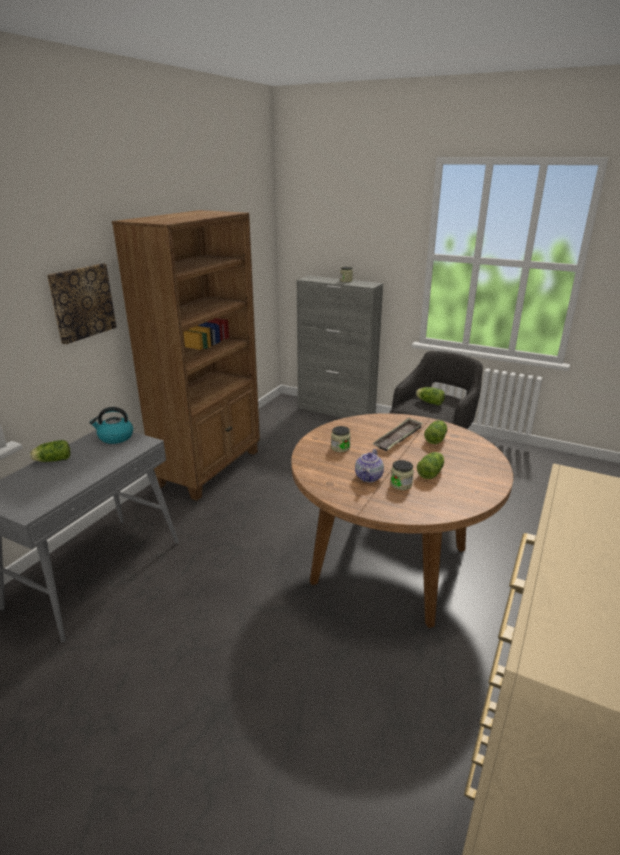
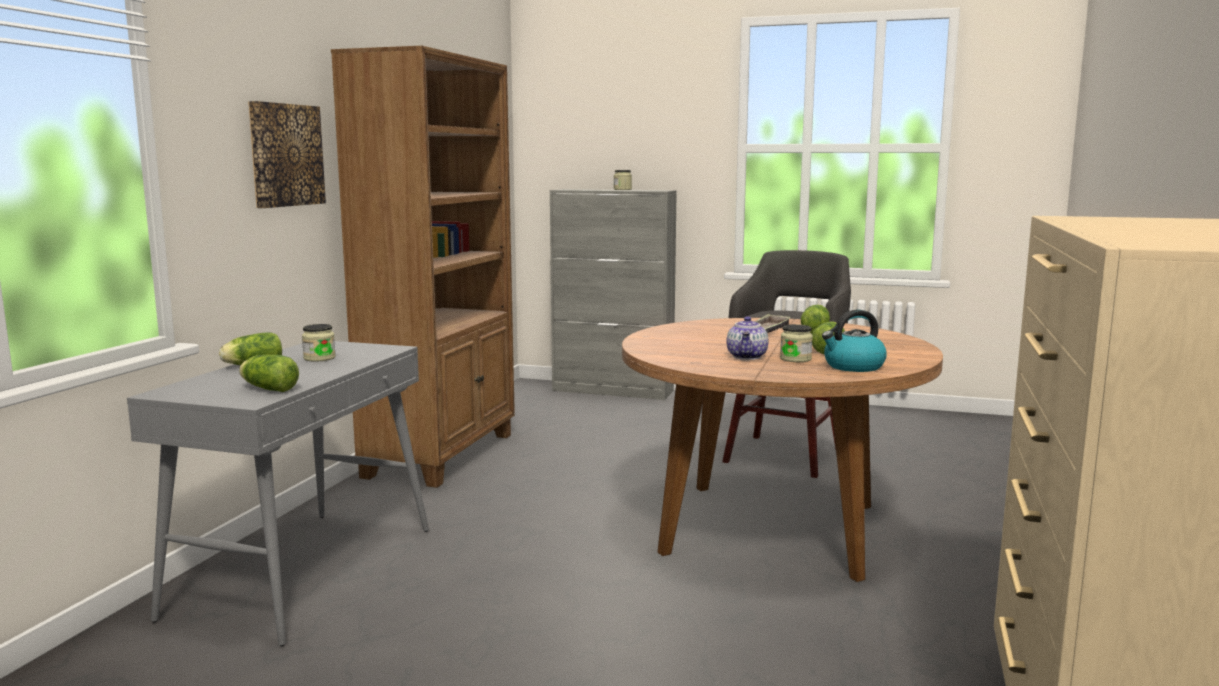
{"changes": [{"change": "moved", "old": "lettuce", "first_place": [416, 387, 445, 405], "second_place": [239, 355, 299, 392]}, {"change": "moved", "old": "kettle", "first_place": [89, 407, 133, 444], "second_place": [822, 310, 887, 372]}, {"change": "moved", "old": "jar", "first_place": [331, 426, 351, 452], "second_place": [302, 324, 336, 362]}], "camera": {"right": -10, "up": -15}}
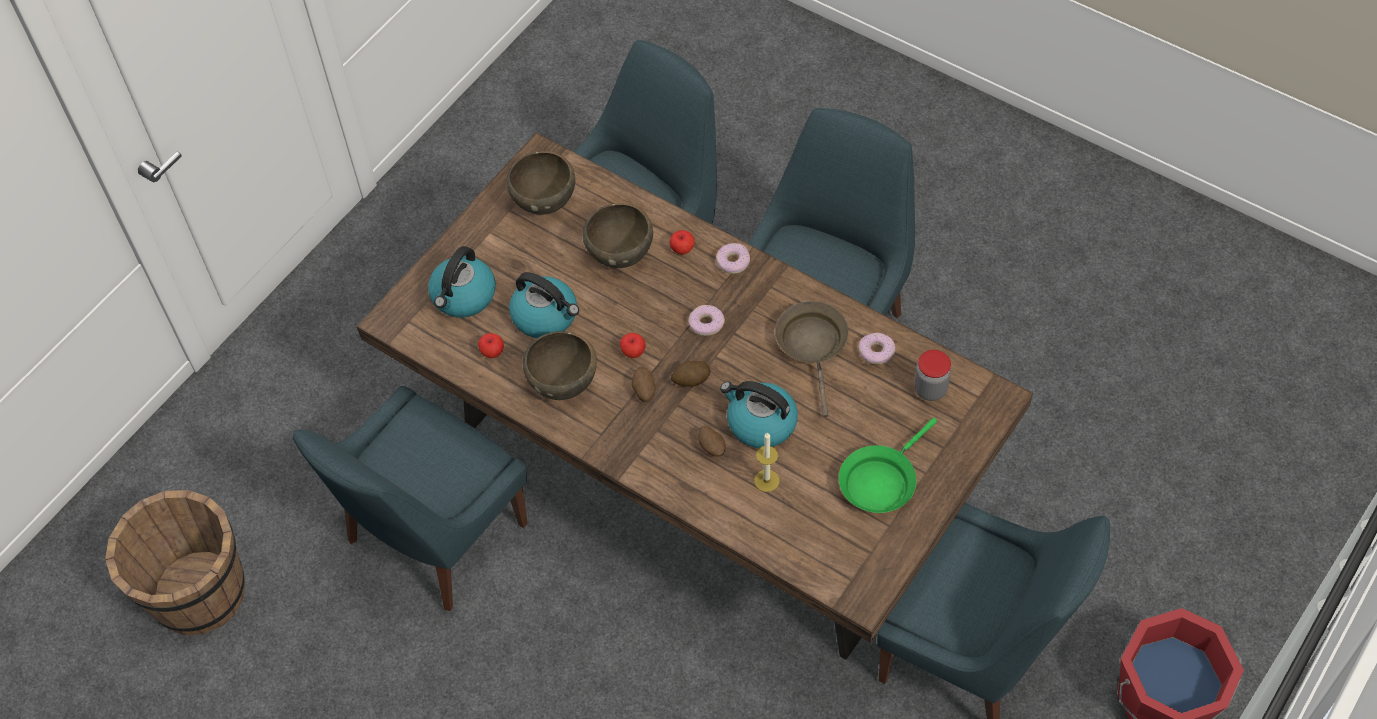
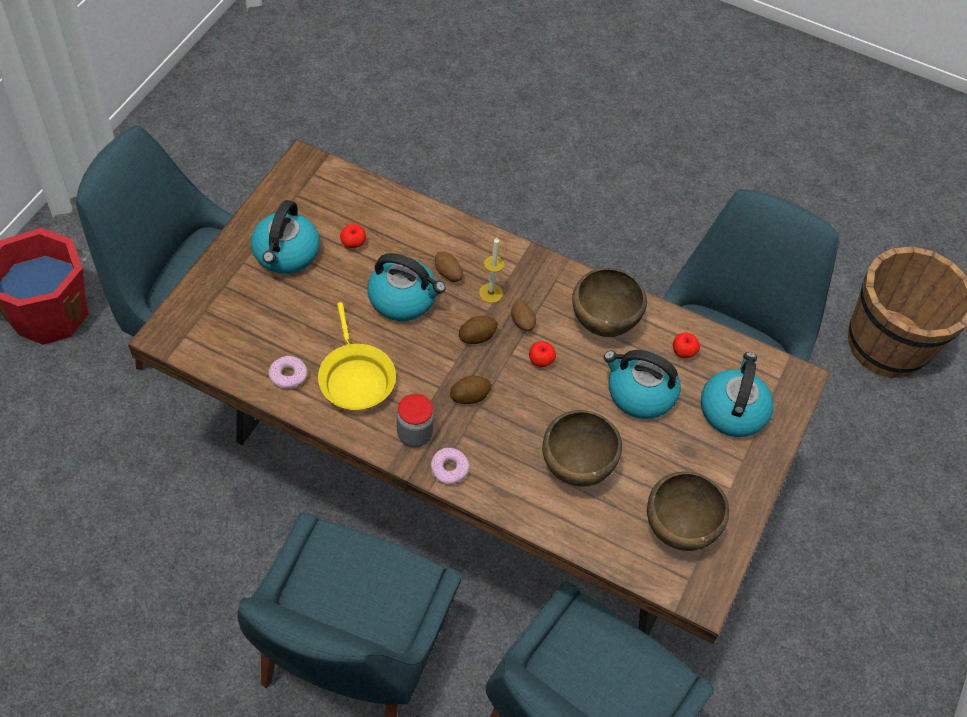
{"changes": [{"change": "moved", "old": "apple", "first_place": [670, 230, 695, 254], "second_place": [340, 224, 366, 248]}, {"change": "recoloured", "old": "frying pan in brown", "new": "frying pan in yellow", "first_place": [775, 301, 849, 417], "second_place": [318, 302, 396, 410]}, {"change": "replaced", "old": "donut", "new": "potato", "first_place": [688, 305, 725, 336], "second_place": [450, 376, 492, 404]}, {"change": "moved", "old": "jar", "first_place": [914, 350, 951, 401], "second_place": [397, 394, 434, 447]}, {"change": "replaced", "old": "frying pan in green", "new": "kettle", "first_place": [839, 418, 937, 513], "second_place": [251, 200, 320, 274]}, {"change": "moved", "old": "candle", "first_place": [754, 432, 780, 492], "second_place": [479, 237, 505, 303]}], "camera": {"right": 165, "up": 0}}
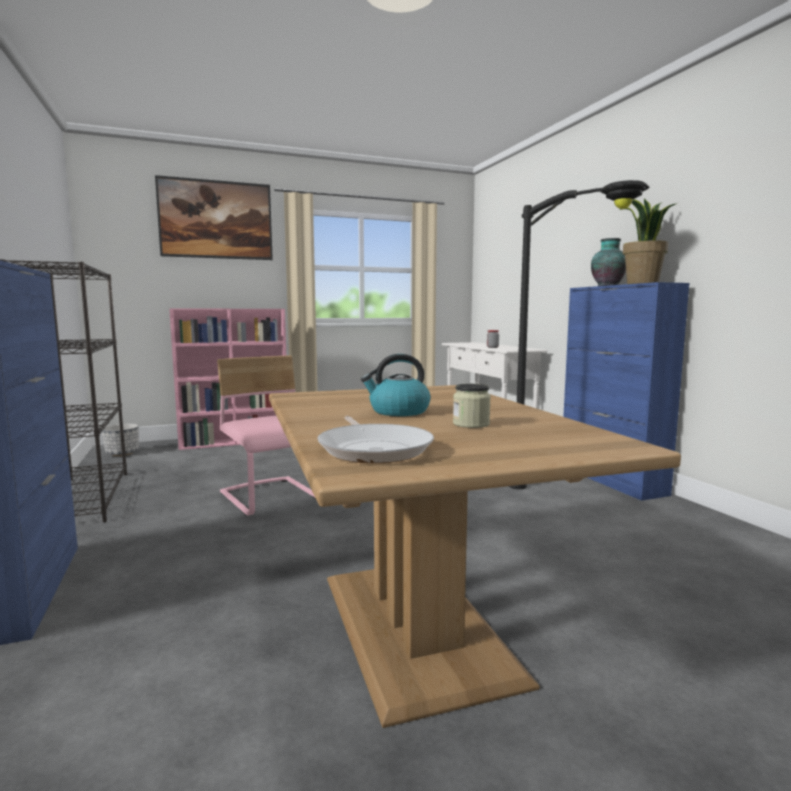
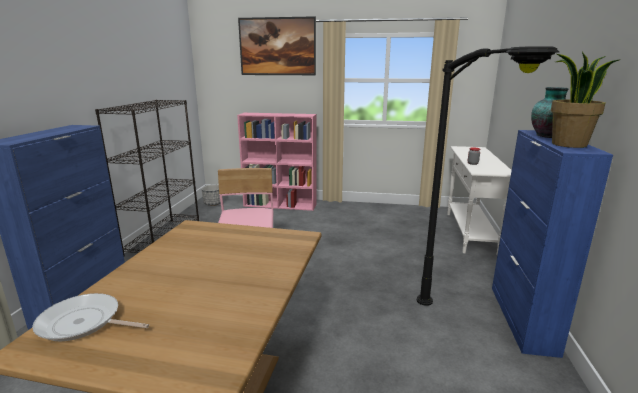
{"changes": [{"change": "removed", "old": "kettle", "first_place": [361, 354, 431, 416]}, {"change": "removed", "old": "jar", "first_place": [453, 384, 491, 428]}, {"change": "turned", "old": "frying pan", "first_place": [317, 416, 434, 463], "second_place": [32, 293, 149, 341], "degrees": 90}], "camera": {"right": 30, "up": 10}}
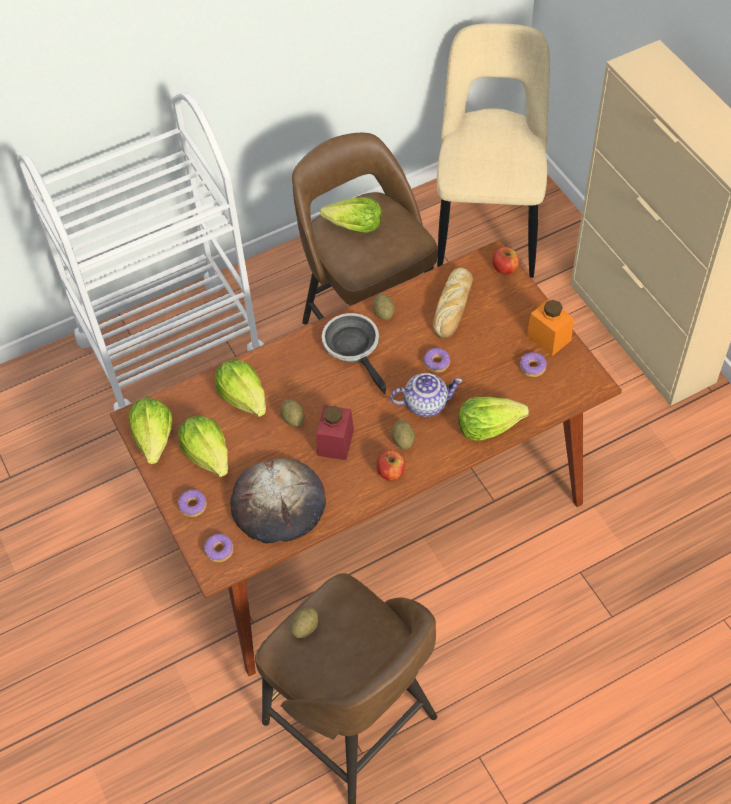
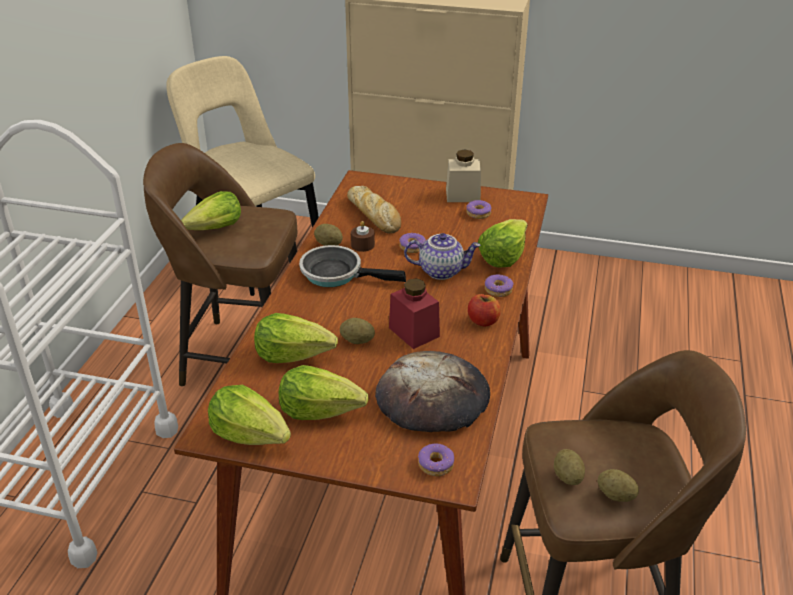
{"changes": [{"change": "removed", "old": "apple", "first_place": [492, 247, 519, 275]}, {"change": "recoloured", "old": "jar in orange", "new": "jar in beige", "first_place": [526, 299, 573, 356], "second_place": [446, 150, 481, 202]}, {"change": "turned", "old": "teapot", "first_place": [390, 373, 463, 417], "second_place": [404, 233, 481, 280], "degrees": 60}, {"change": "moved", "old": "potato", "first_place": [391, 420, 415, 449], "second_place": [597, 469, 639, 502]}, {"change": "moved", "old": "donut", "first_place": [178, 489, 207, 517], "second_place": [485, 274, 514, 297]}, {"change": "added", "new": "candle in brown", "second_place": [351, 221, 375, 252]}], "camera": {"right": -50, "up": -20}}
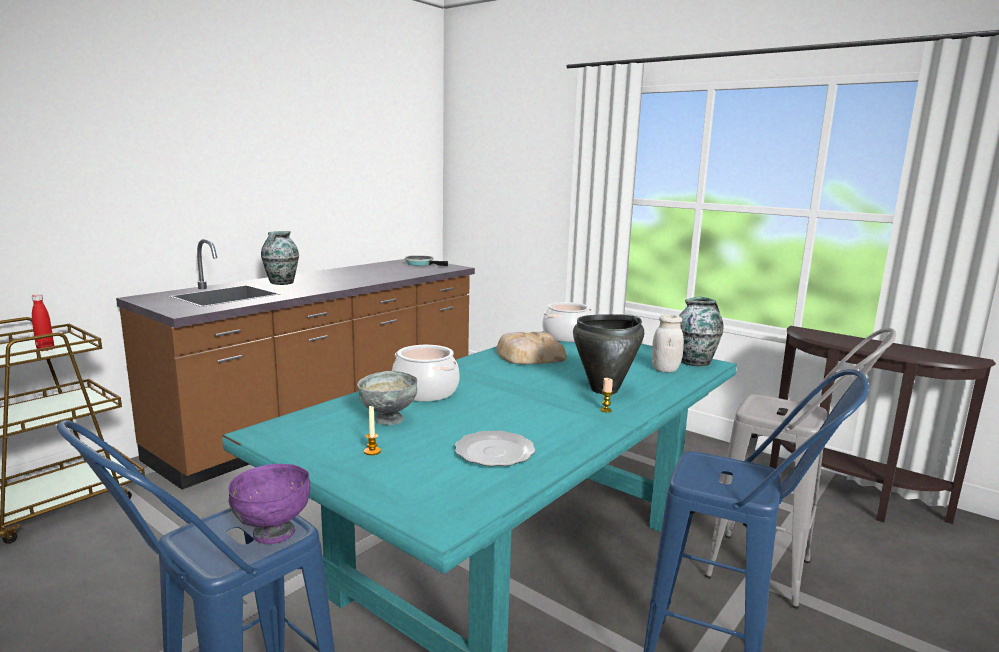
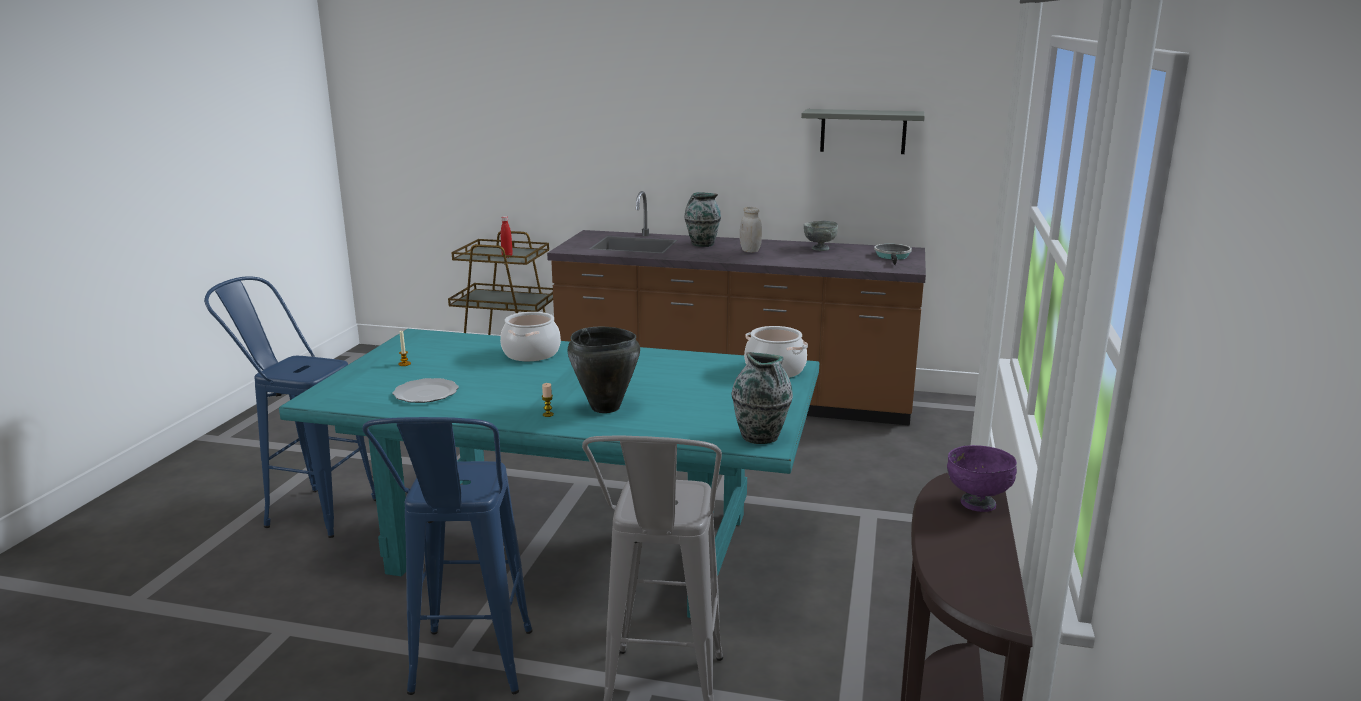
{"changes": [{"change": "moved", "old": "jar in white", "first_place": [652, 315, 684, 372], "second_place": [740, 207, 762, 252]}, {"change": "removed", "old": "bread", "first_place": [497, 332, 567, 364]}, {"change": "moved", "old": "bowl in grey", "first_place": [357, 371, 417, 425], "second_place": [804, 221, 838, 251]}, {"change": "moved", "old": "bowl in purple", "first_place": [228, 464, 310, 544], "second_place": [947, 445, 1017, 512]}, {"change": "added", "new": "shelf in grey", "second_place": [801, 109, 925, 154]}], "camera": {"right": 65, "up": 5}}
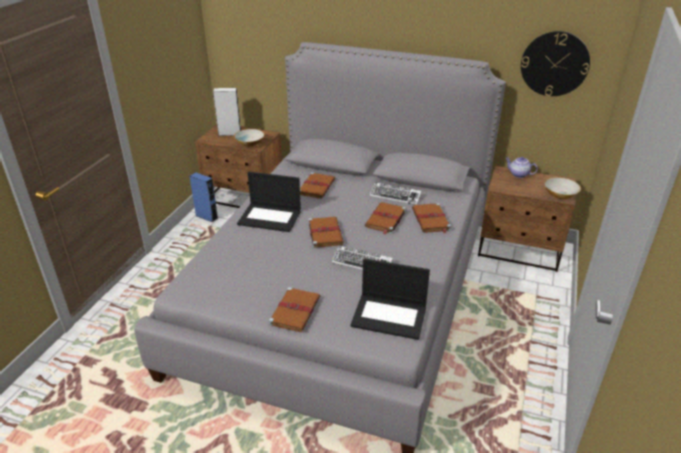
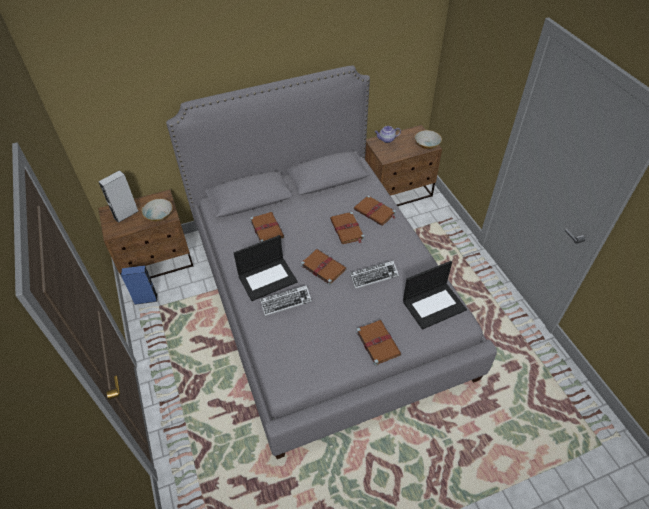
{"changes": [{"change": "removed", "old": "wall clock", "first_place": [521, 31, 590, 96]}, {"change": "moved", "old": "keyboard", "first_place": [370, 182, 421, 205], "second_place": [260, 285, 312, 316]}], "camera": {"right": -40, "up": 15}}
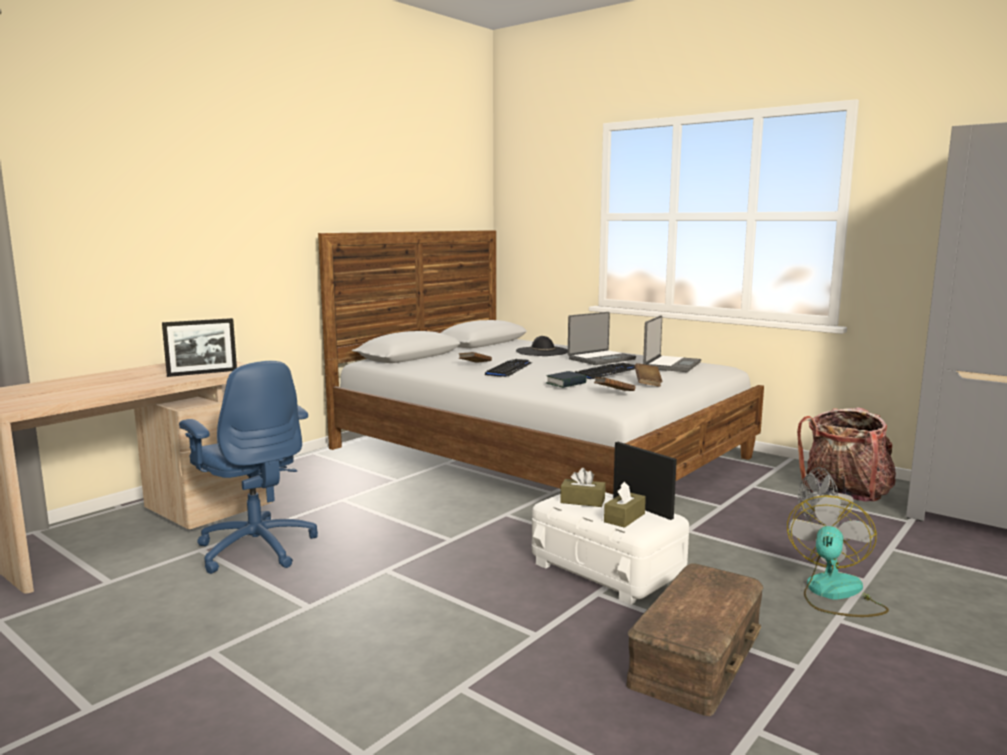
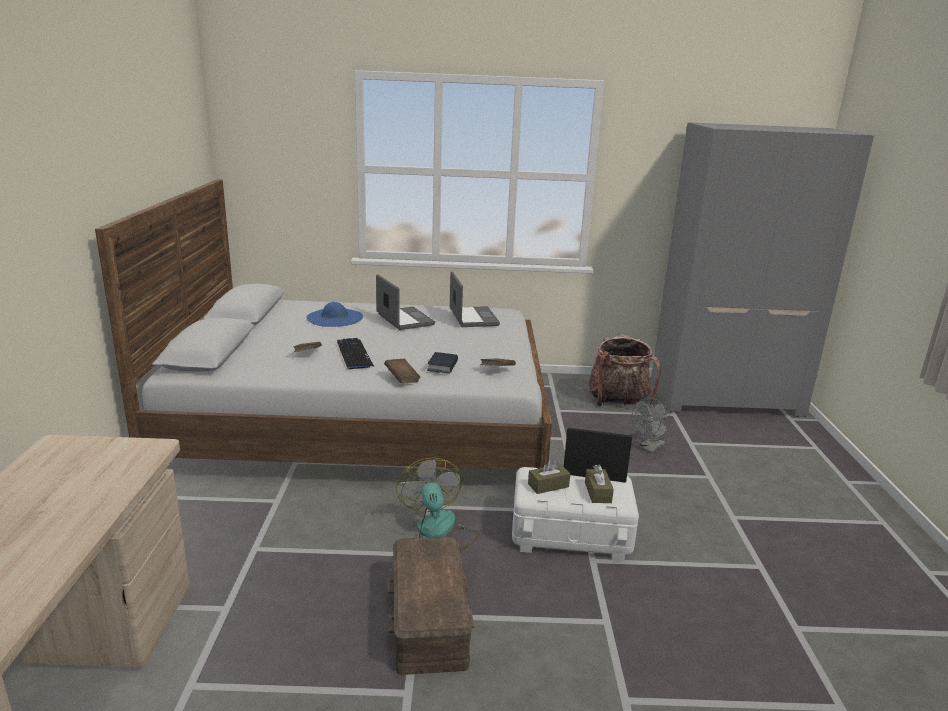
{"changes": [{"change": "turned", "old": "laptop", "first_place": [568, 312, 636, 365], "second_place": [376, 274, 435, 330], "degrees": -45}, {"change": "removed", "old": "picture frame", "first_place": [162, 318, 237, 377]}, {"change": "recoloured", "old": "hat in black", "new": "hat in blue", "first_place": [516, 336, 568, 356], "second_place": [306, 302, 363, 327]}, {"change": "removed", "old": "office chair in blue", "first_place": [179, 361, 318, 574]}, {"change": "removed", "old": "keyboard", "first_place": [575, 363, 635, 379]}, {"change": "moved", "old": "book in brown", "first_place": [635, 363, 662, 387], "second_place": [384, 359, 421, 384]}, {"change": "moved", "old": "fan", "first_place": [787, 495, 889, 617], "second_place": [396, 457, 479, 550]}, {"change": "moved", "old": "storage box in brown", "first_place": [627, 563, 763, 716], "second_place": [388, 537, 474, 675]}], "camera": {"right": -40, "up": 10}}
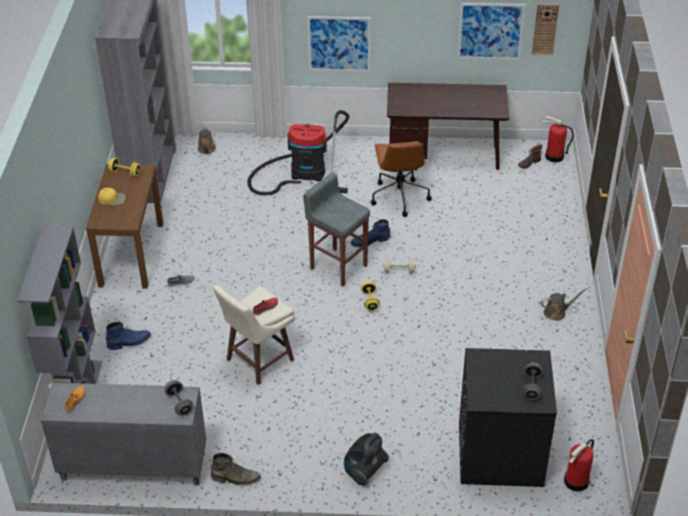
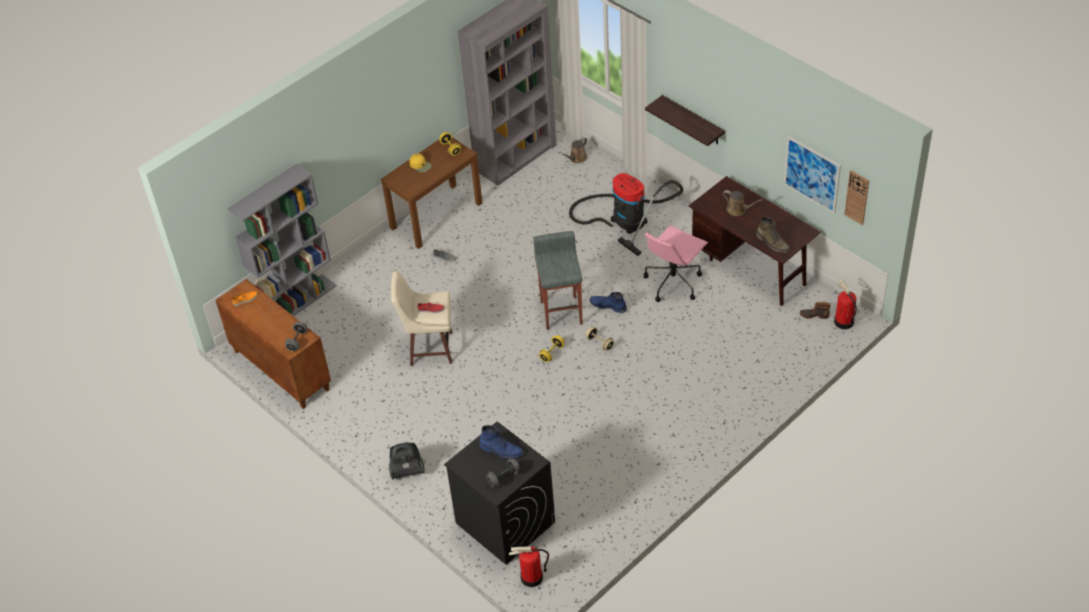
{"changes": [{"change": "replaced", "old": "picture", "new": "shelf", "first_place": [307, 16, 371, 72], "second_place": [645, 95, 725, 146]}, {"change": "recoloured", "old": "office chair in brown", "new": "office chair in pink", "first_place": [371, 141, 432, 217], "second_place": [644, 226, 708, 302]}, {"change": "moved", "old": "watering can in brown", "first_place": [541, 288, 587, 321], "second_place": [722, 190, 763, 216]}, {"change": "moved", "old": "boot in blue", "first_place": [106, 322, 151, 350], "second_place": [480, 425, 524, 458]}, {"change": "recoloured", "old": "cabinet in grey", "new": "cabinet in brown", "first_place": [41, 382, 206, 485], "second_place": [216, 279, 331, 409]}, {"change": "moved", "old": "boot in green", "first_place": [211, 453, 261, 486], "second_place": [756, 217, 790, 253]}], "camera": {"right": 45, "up": 5}}
